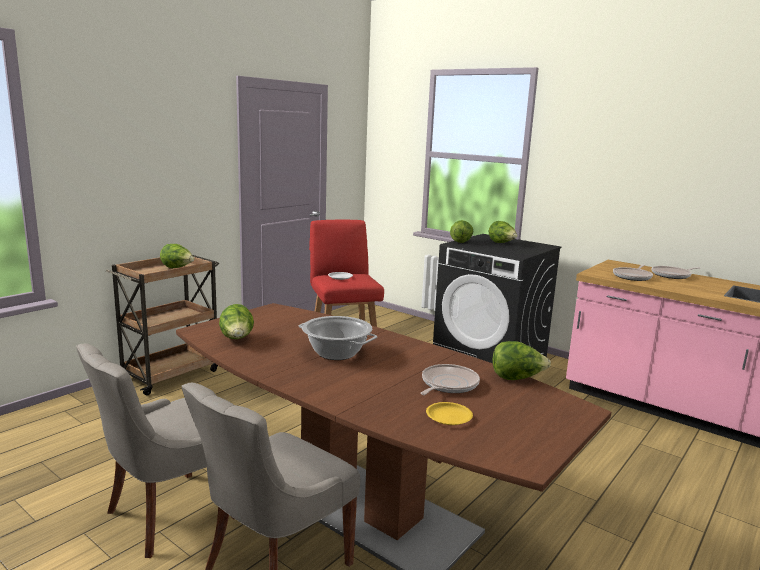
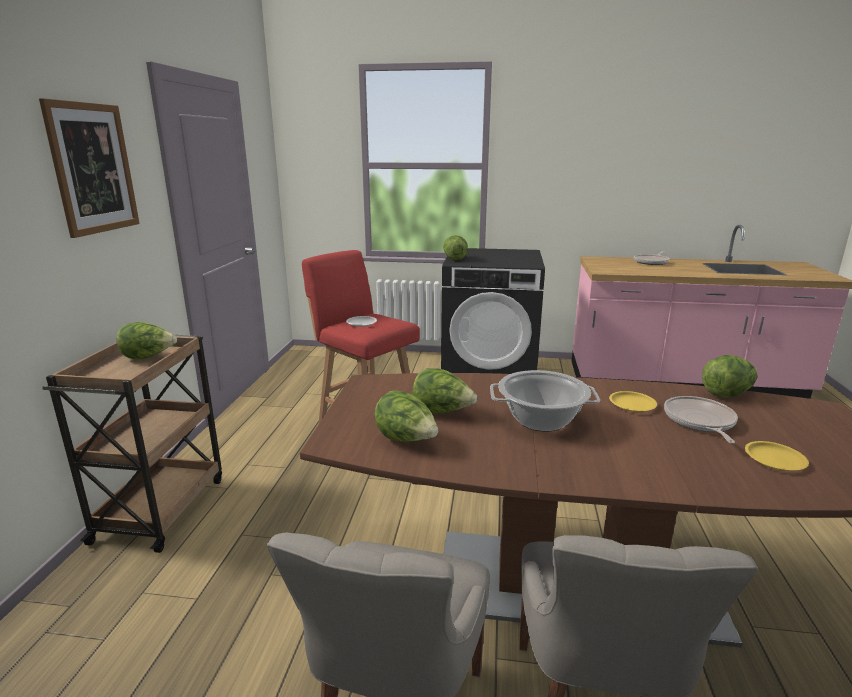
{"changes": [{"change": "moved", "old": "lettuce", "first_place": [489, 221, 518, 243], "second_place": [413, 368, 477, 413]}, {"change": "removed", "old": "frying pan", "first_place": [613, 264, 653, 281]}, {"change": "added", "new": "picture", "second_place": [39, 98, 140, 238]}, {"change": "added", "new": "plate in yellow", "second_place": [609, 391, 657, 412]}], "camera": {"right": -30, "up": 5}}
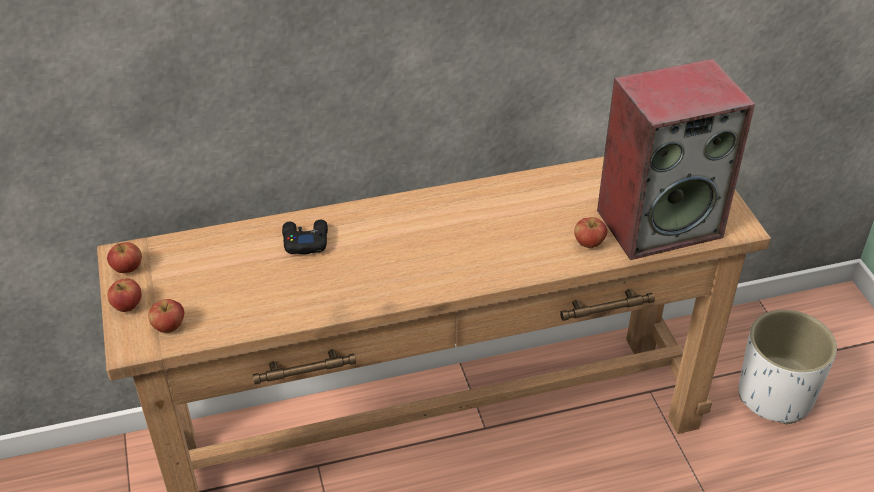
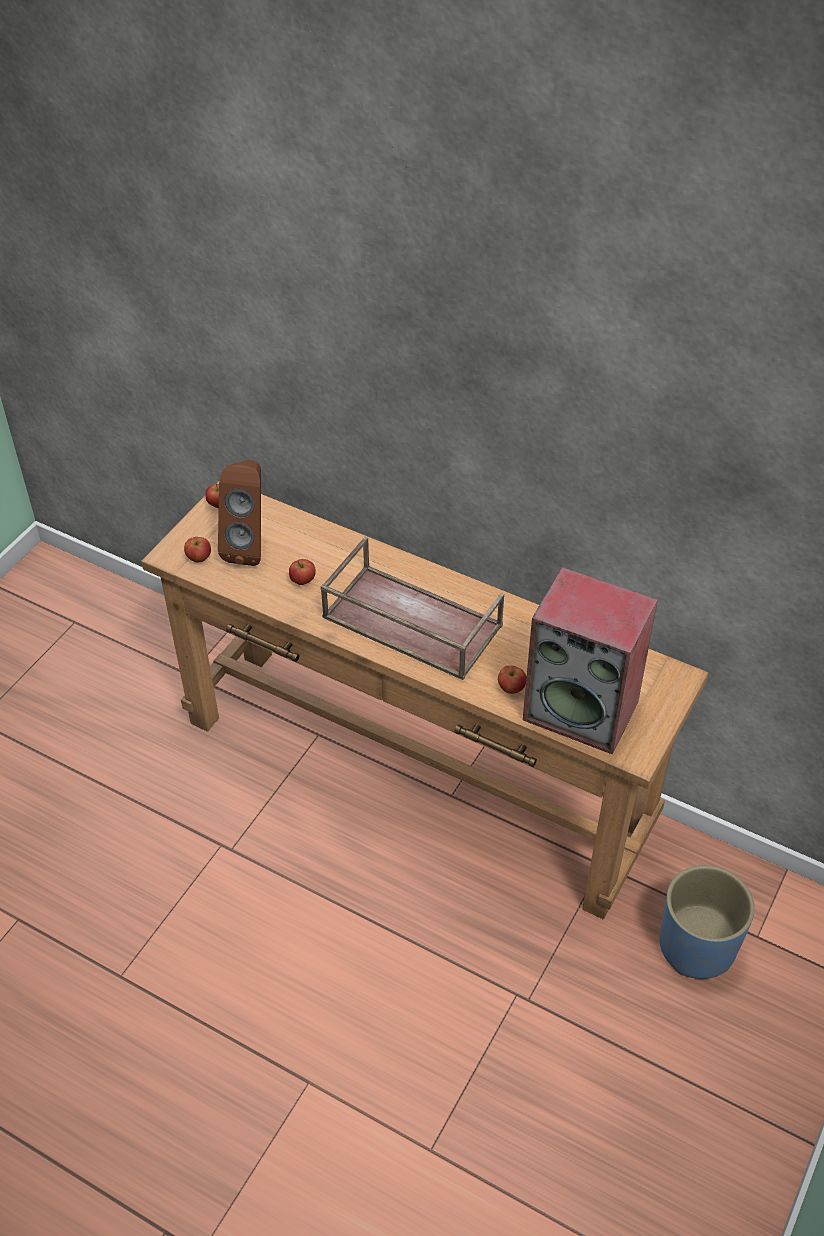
{"changes": [{"change": "removed", "old": "game controller in black", "first_place": [282, 220, 328, 254]}, {"change": "moved", "old": "apple", "first_place": [107, 278, 141, 312], "second_place": [289, 559, 316, 585]}, {"change": "recoloured", "old": "planter in white", "new": "planter in blue", "first_place": [739, 310, 837, 424], "second_place": [660, 865, 755, 979]}, {"change": "added", "new": "speaker in brown", "second_place": [218, 460, 261, 566]}, {"change": "added", "new": "tray in brown", "second_place": [320, 537, 504, 680]}], "camera": {"right": 45, "up": 5}}
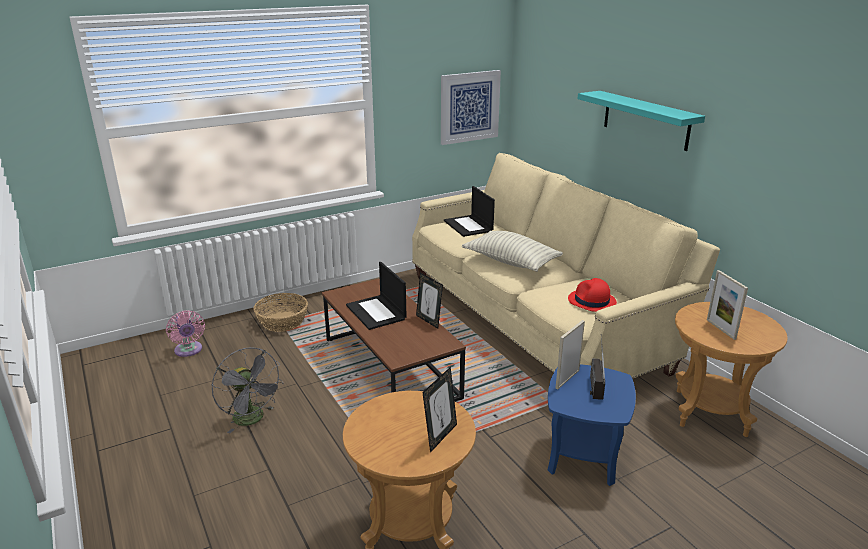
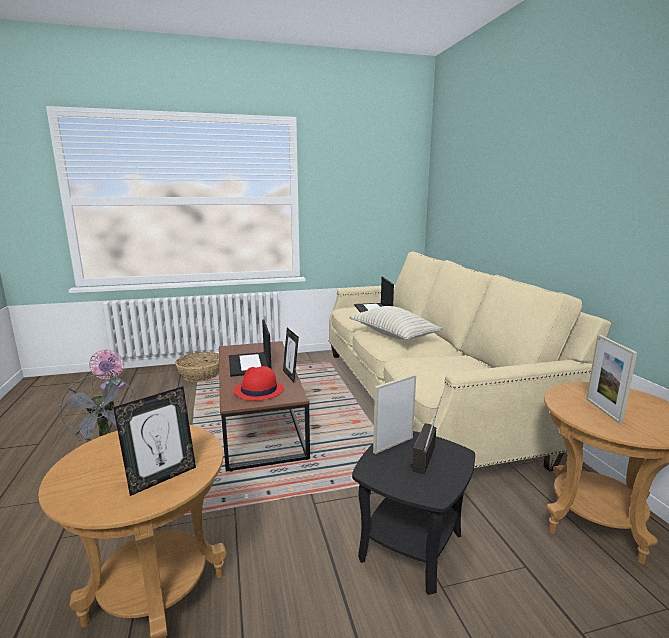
{"changes": [{"change": "removed", "old": "picture", "first_place": [441, 70, 501, 145]}, {"change": "removed", "old": "shelf in turquoise", "first_place": [578, 91, 705, 151]}, {"change": "moved", "old": "hat in red", "first_place": [568, 278, 617, 312], "second_place": [233, 366, 284, 401]}, {"change": "recoloured", "old": "side table in blue", "new": "side table in black", "first_place": [548, 364, 636, 486], "second_place": [352, 431, 475, 595]}], "camera": {"right": 15, "up": -10}}
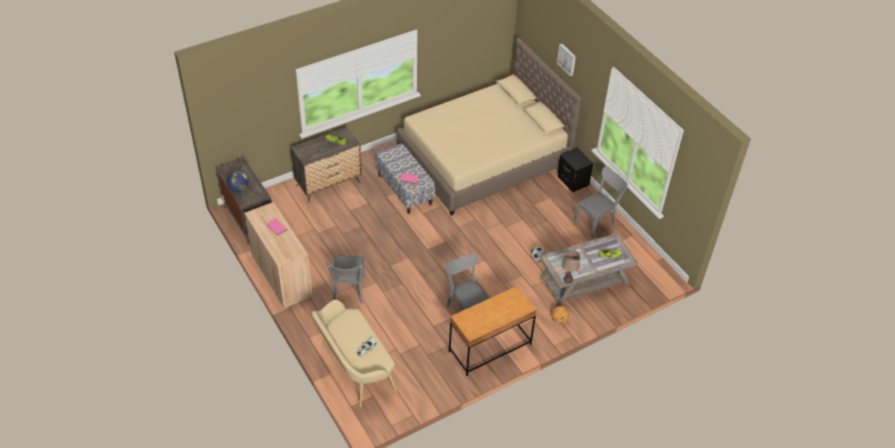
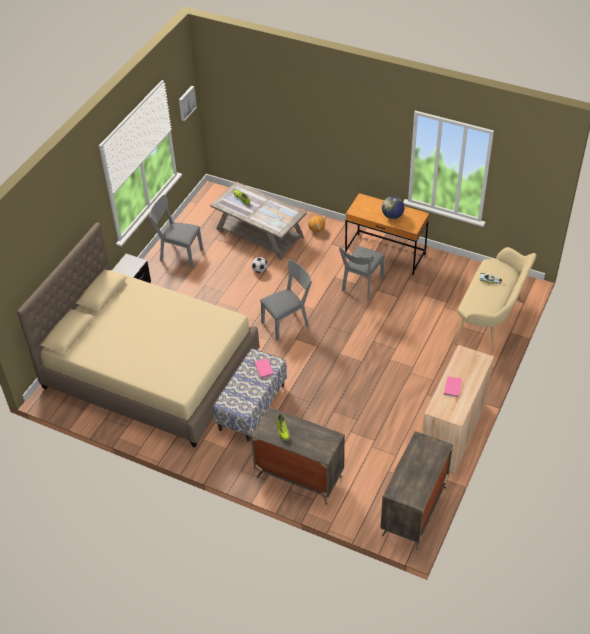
{"changes": [{"change": "moved", "old": "picture", "first_place": [557, 44, 576, 76], "second_place": [179, 86, 197, 121]}, {"change": "moved", "old": "globe", "first_place": [227, 171, 249, 193], "second_place": [382, 196, 404, 219]}, {"change": "removed", "old": "table lamp in brown", "first_place": [562, 250, 580, 283]}, {"change": "moved", "old": "chair in grey", "first_place": [326, 256, 365, 303], "second_place": [260, 259, 312, 341]}], "camera": {"right": -120, "up": 0}}
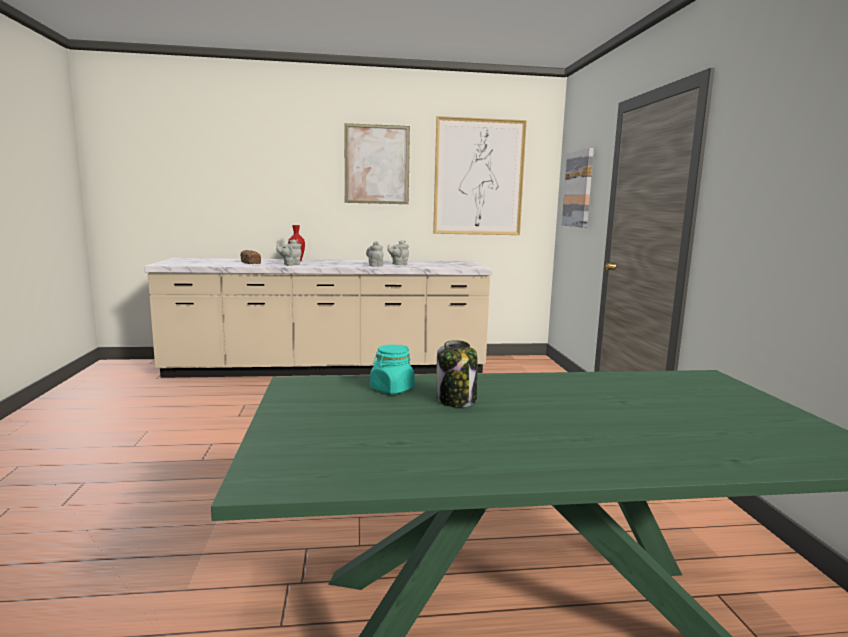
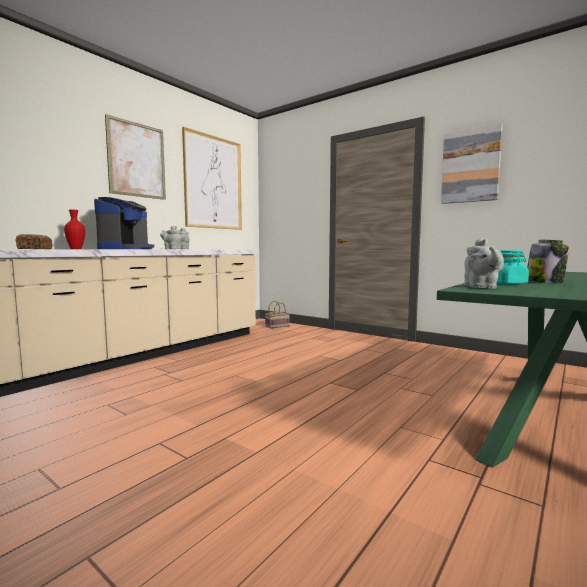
{"changes": [{"change": "moved", "old": "picture", "first_place": [562, 148, 594, 228], "second_place": [441, 123, 503, 204]}, {"change": "moved", "old": "teapot in grey", "first_place": [276, 239, 302, 265], "second_place": [464, 238, 504, 289]}, {"change": "added", "new": "coffee machine", "second_place": [94, 197, 154, 249]}, {"change": "added", "new": "basket", "second_place": [265, 301, 290, 329]}], "camera": {"right": -45, "up": -5}}
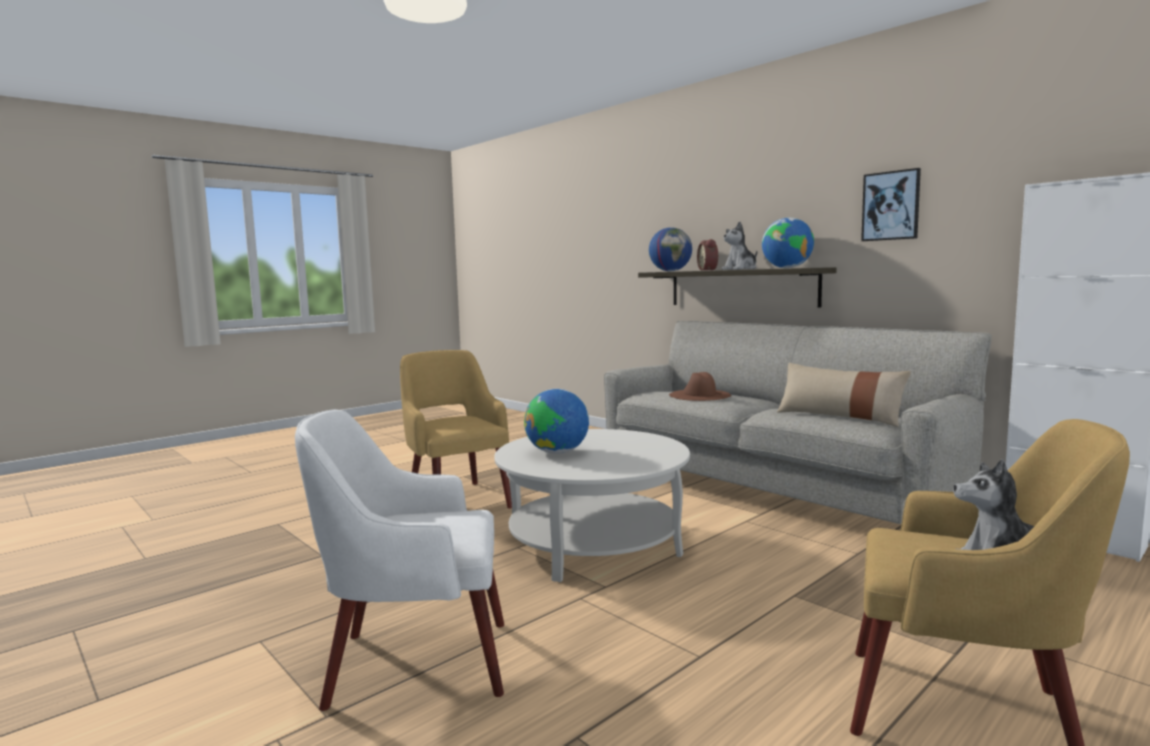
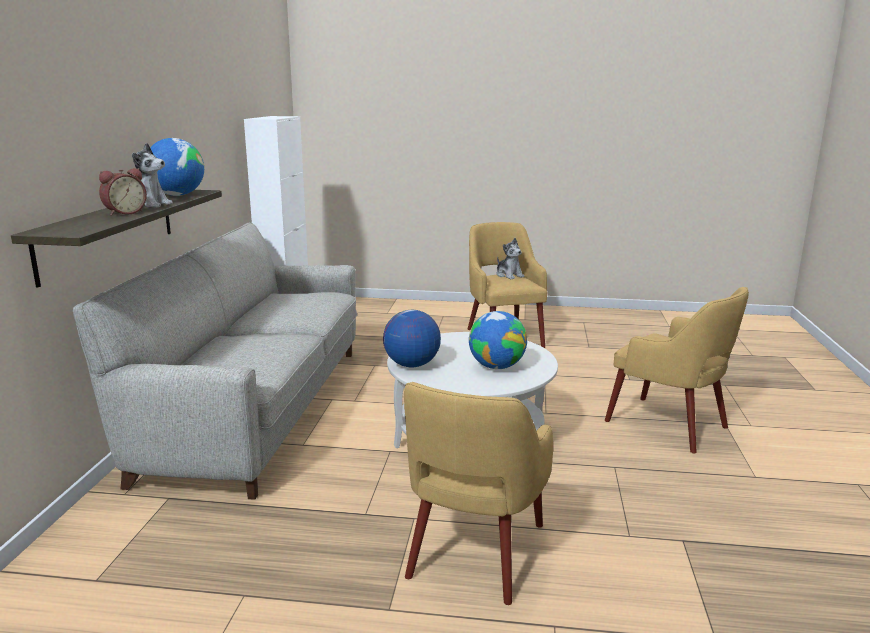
{"changes": [{"change": "removed", "old": "picture", "first_place": [861, 168, 921, 241]}, {"change": "moved", "old": "globe", "first_place": [649, 227, 692, 271], "second_place": [383, 310, 441, 367]}, {"change": "removed", "old": "pillow in beige", "first_place": [777, 363, 911, 427]}, {"change": "removed", "old": "hat in brown", "first_place": [669, 372, 731, 401]}, {"change": "recoloured", "old": "armchair in white", "new": "armchair in yellow", "first_place": [295, 409, 504, 711], "second_place": [605, 287, 749, 453]}], "camera": {"right": -130, "up": 10}}
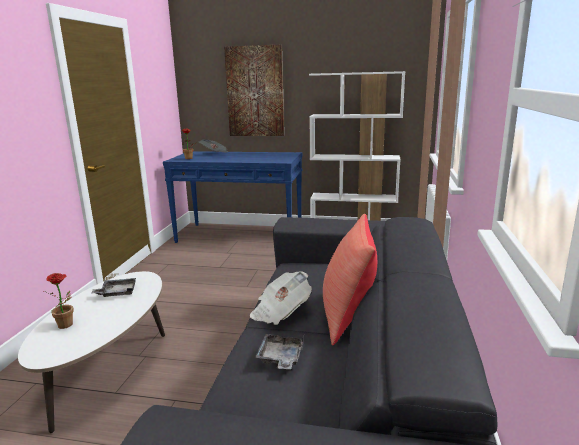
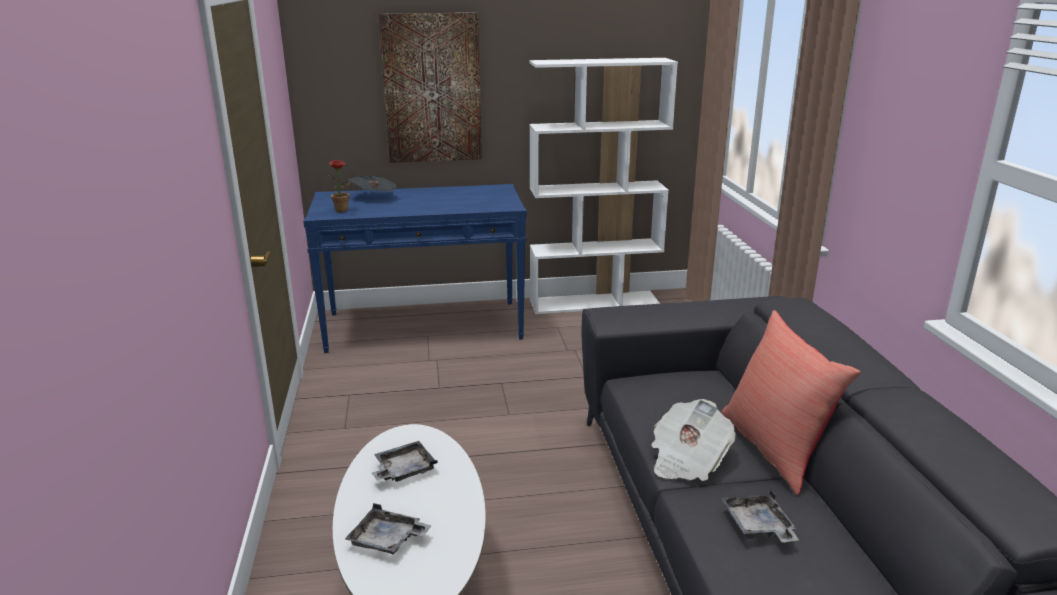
{"changes": [{"change": "replaced", "old": "potted plant", "new": "tray in grey", "first_place": [44, 273, 74, 329], "second_place": [345, 503, 432, 554]}], "camera": {"right": -20, "up": 5}}
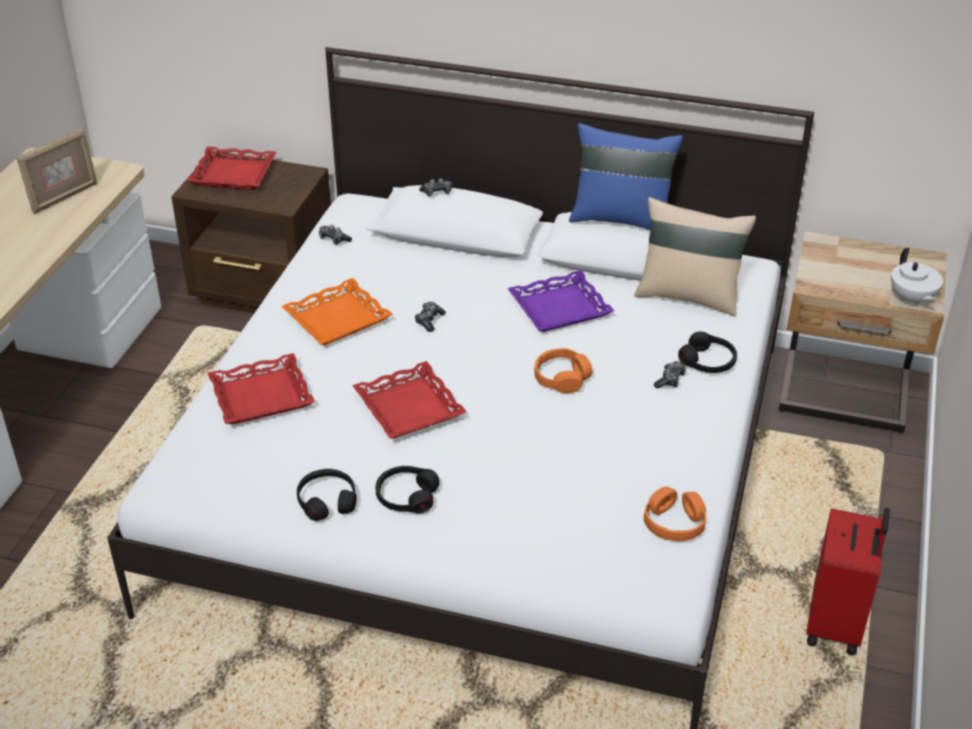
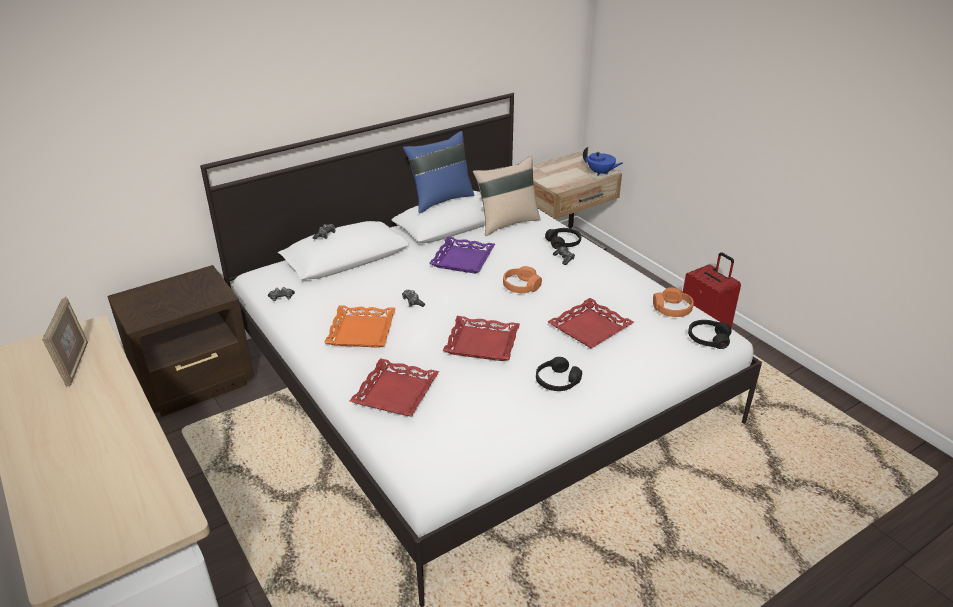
{"changes": [{"change": "moved", "old": "tray in red", "first_place": [187, 146, 276, 190], "second_place": [547, 298, 634, 348]}, {"change": "recoloured", "old": "teapot in white", "new": "teapot in blue", "first_place": [891, 248, 943, 307], "second_place": [583, 147, 623, 176]}, {"change": "moved", "old": "headphones in black", "first_place": [297, 469, 357, 521], "second_place": [688, 320, 732, 349]}], "camera": {"right": -50, "up": -5}}
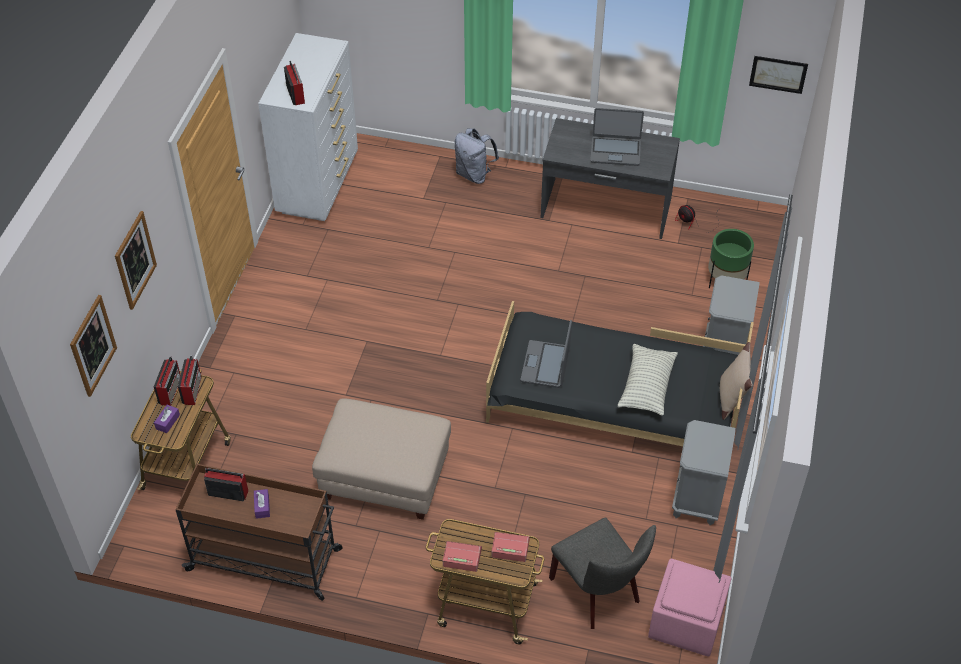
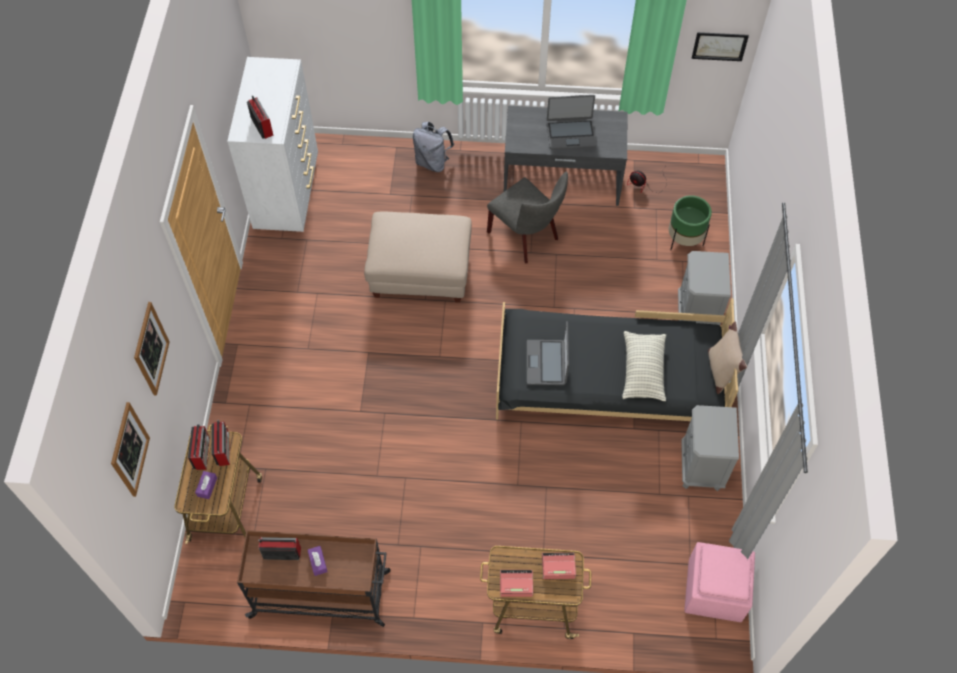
{"changes": [{"change": "moved", "old": "ottoman in beige", "first_place": [312, 398, 451, 520], "second_place": [364, 211, 472, 303]}, {"change": "moved", "old": "chair in grey", "first_place": [549, 517, 656, 629], "second_place": [487, 172, 568, 263]}], "camera": {"right": -10, "up": 10}}
